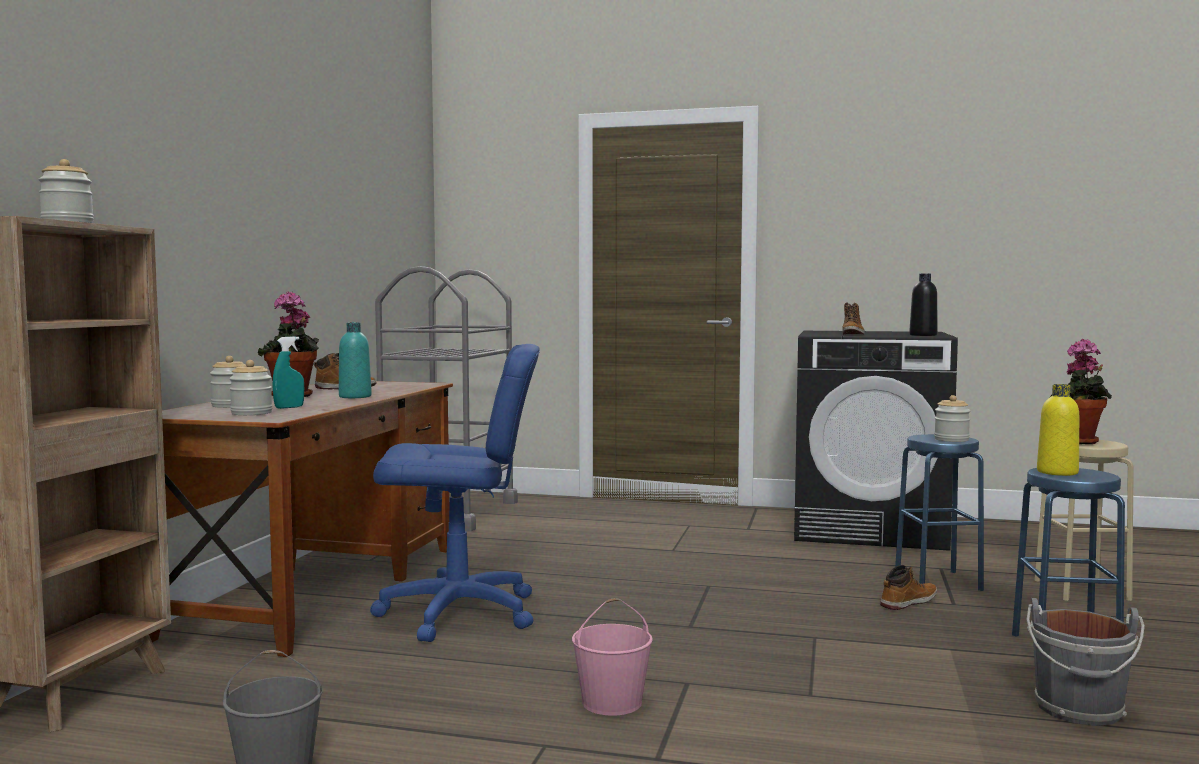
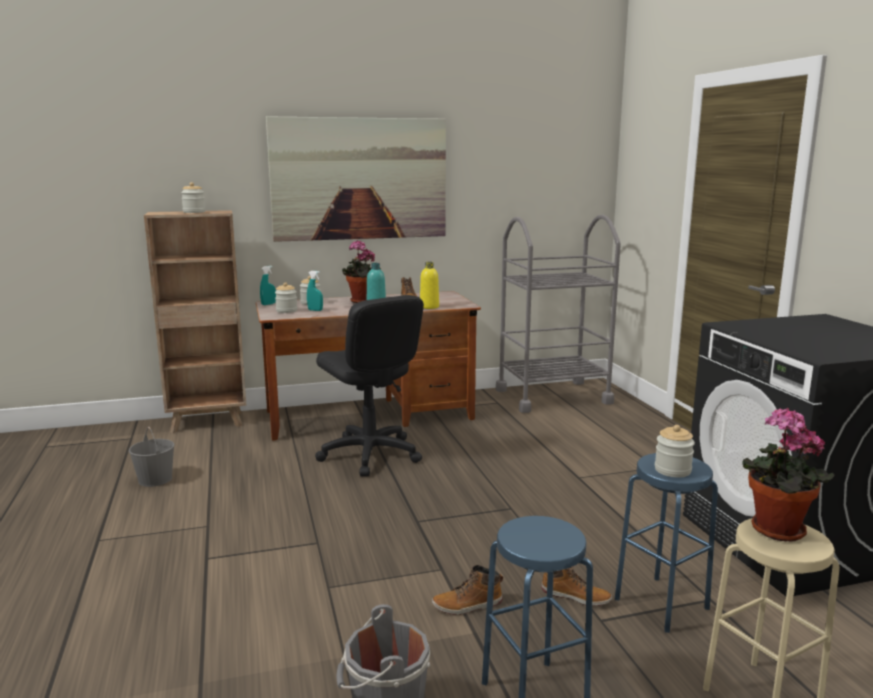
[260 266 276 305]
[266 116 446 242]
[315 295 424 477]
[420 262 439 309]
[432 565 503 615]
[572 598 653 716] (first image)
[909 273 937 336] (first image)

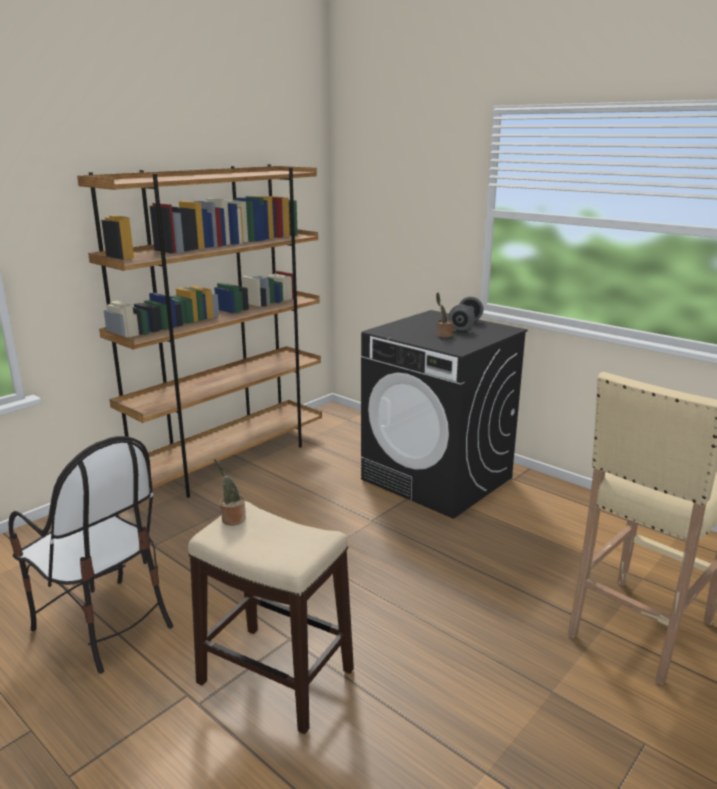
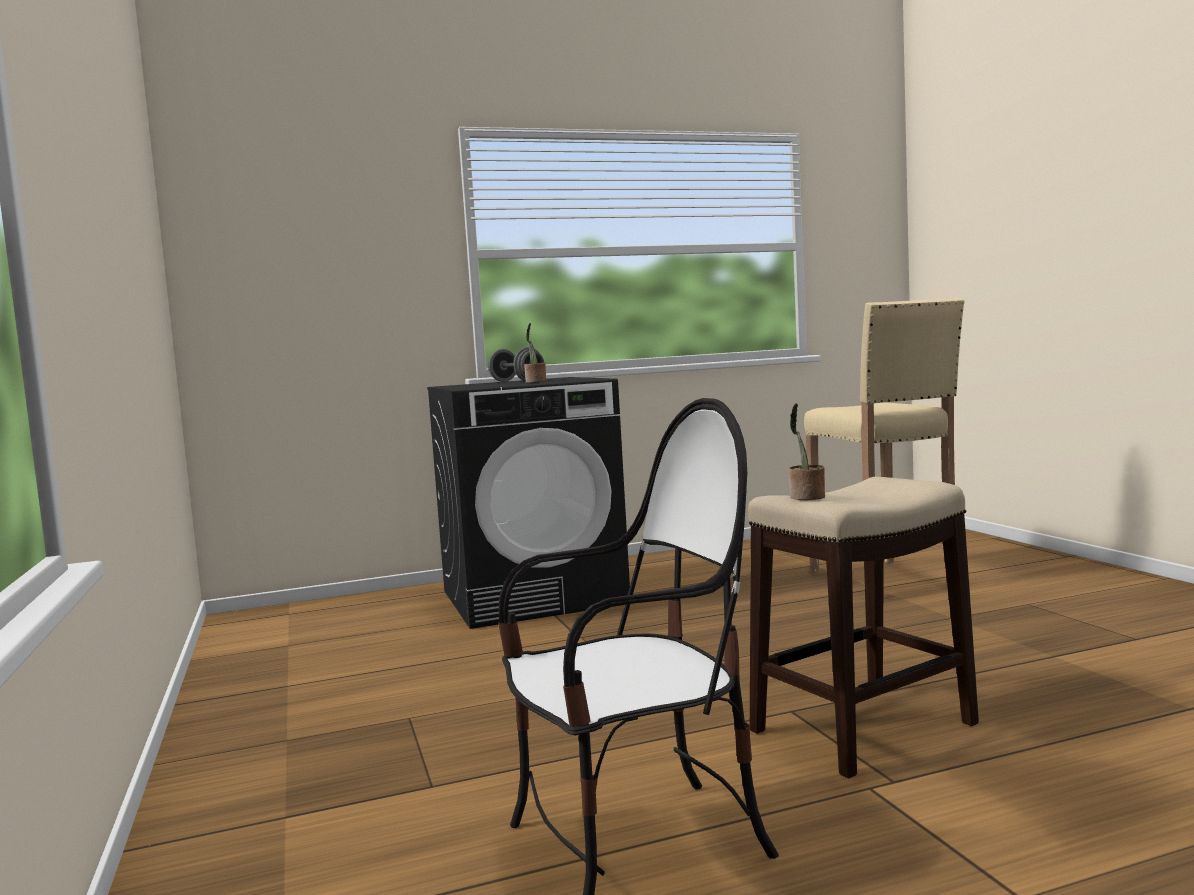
[77 164 322 498] (first image)

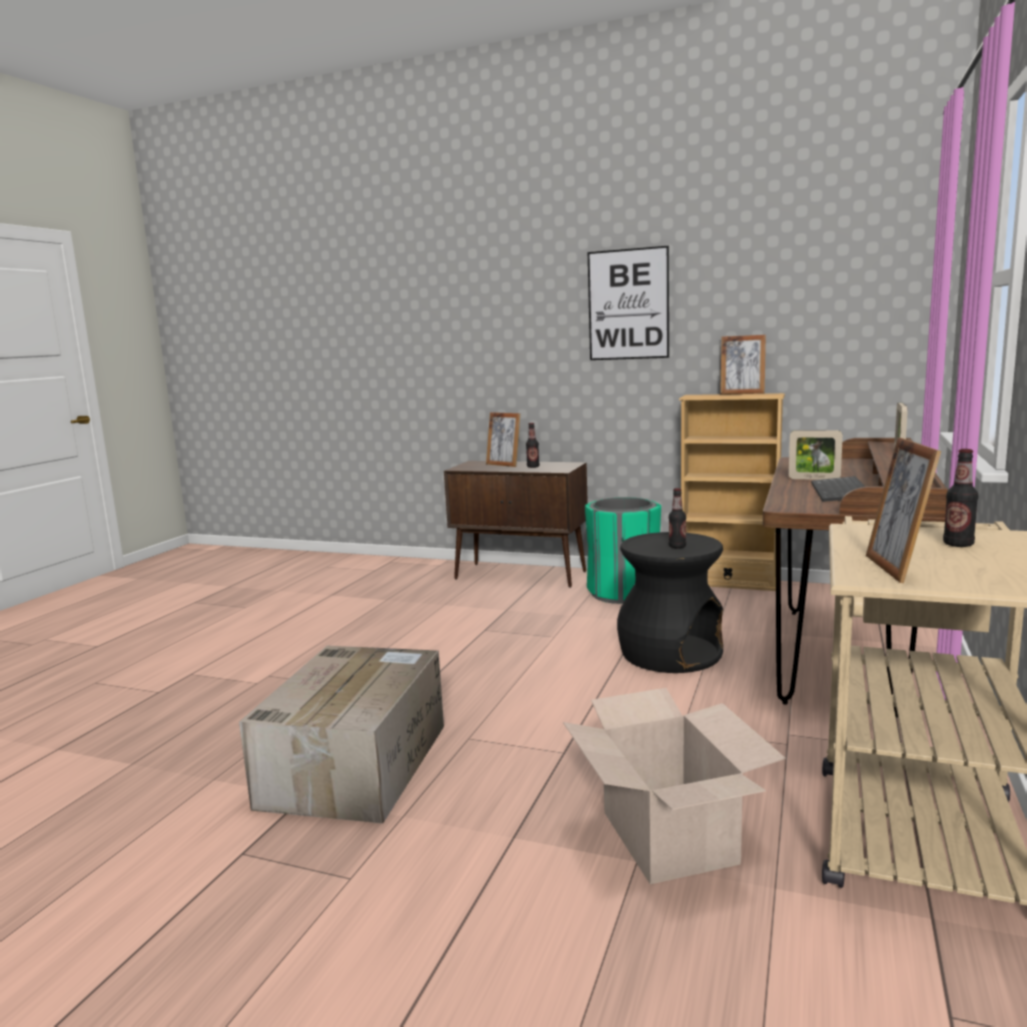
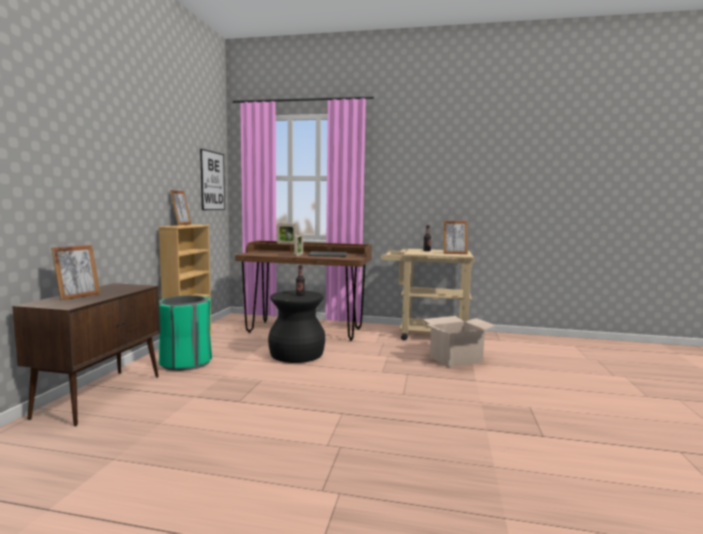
[200 149 225 210]
[239 646 444 824] (first image)
[526 423 539 468] (first image)

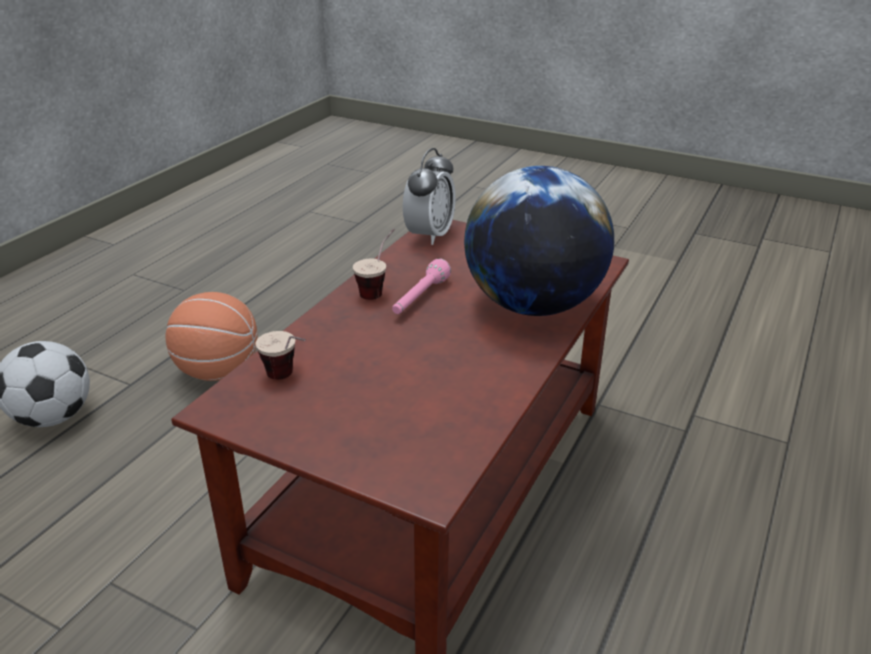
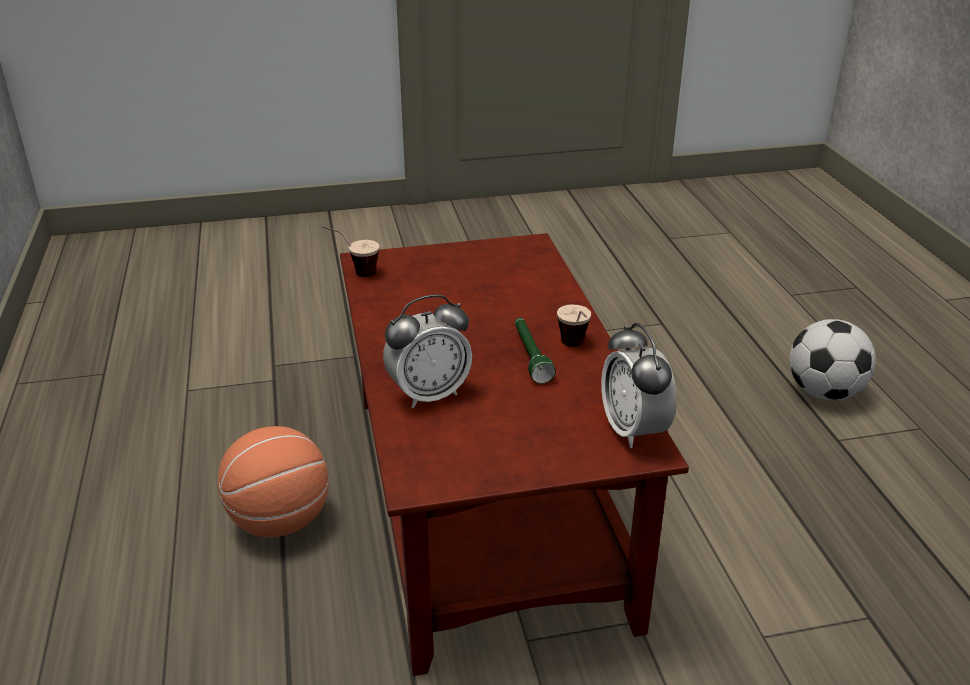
[218 426 329 538]
[322 226 379 277]
[383 295 472 408]
[515 318 556 384]

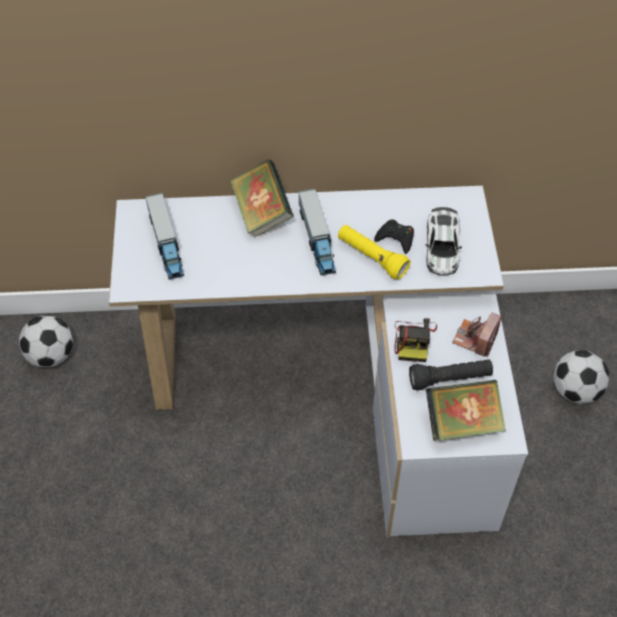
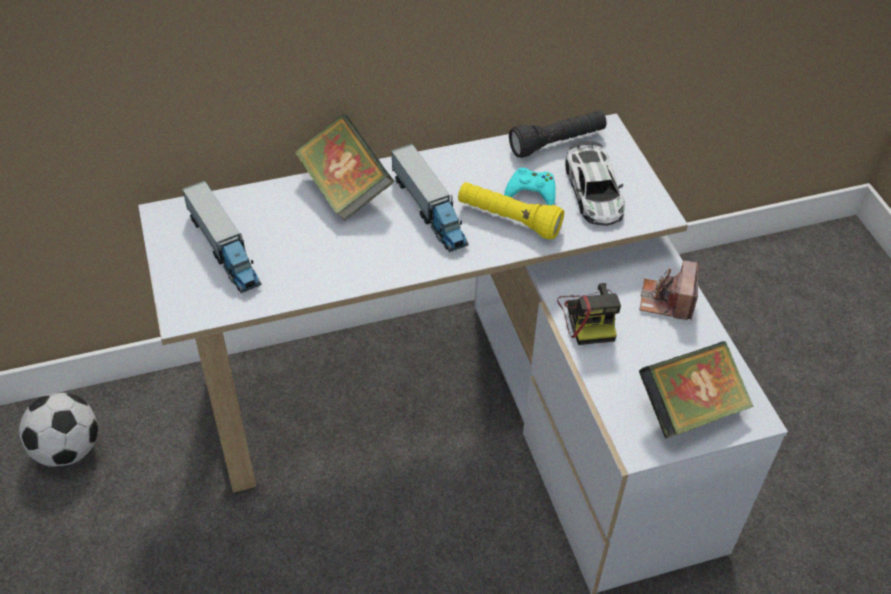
[504 168 556 205]
[509 110 607 158]
[553 350 609 404] (first image)

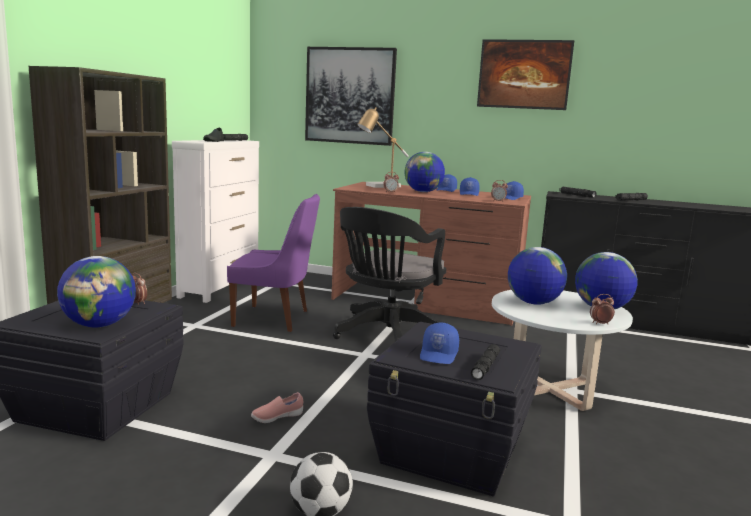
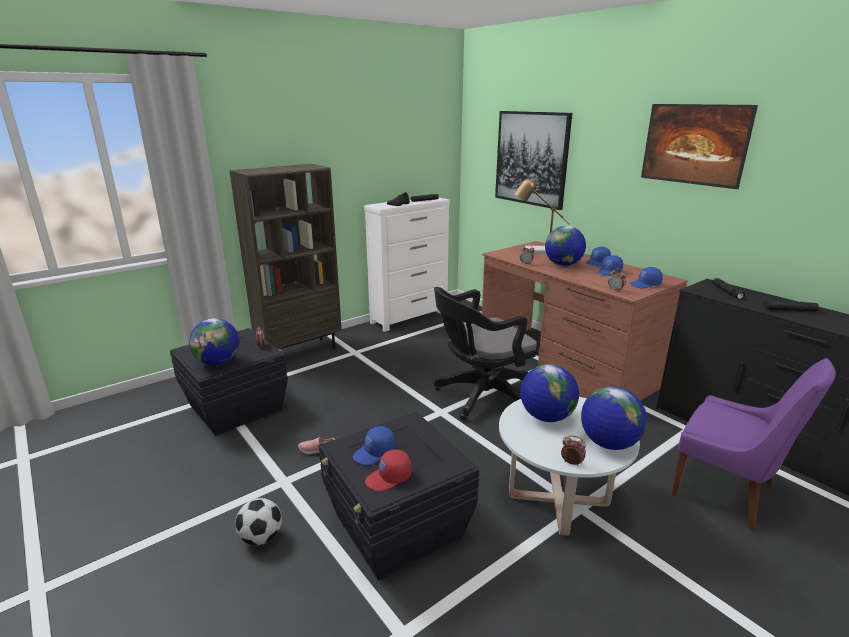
[365 449 412 492]
[672 358 836 531]

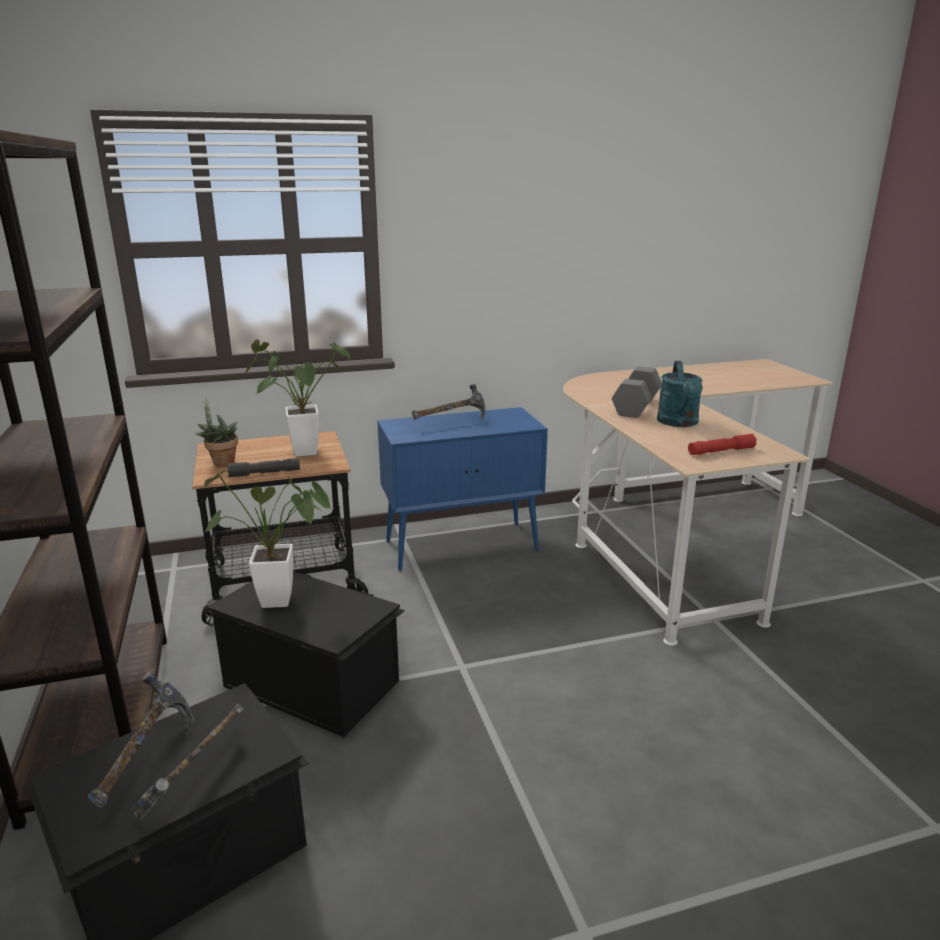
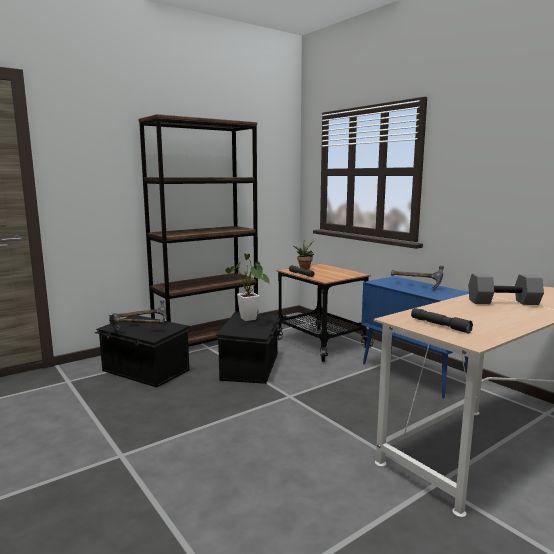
[411 308 473 333]
[244 339 350 456] (first image)
[657 361 703 427] (first image)

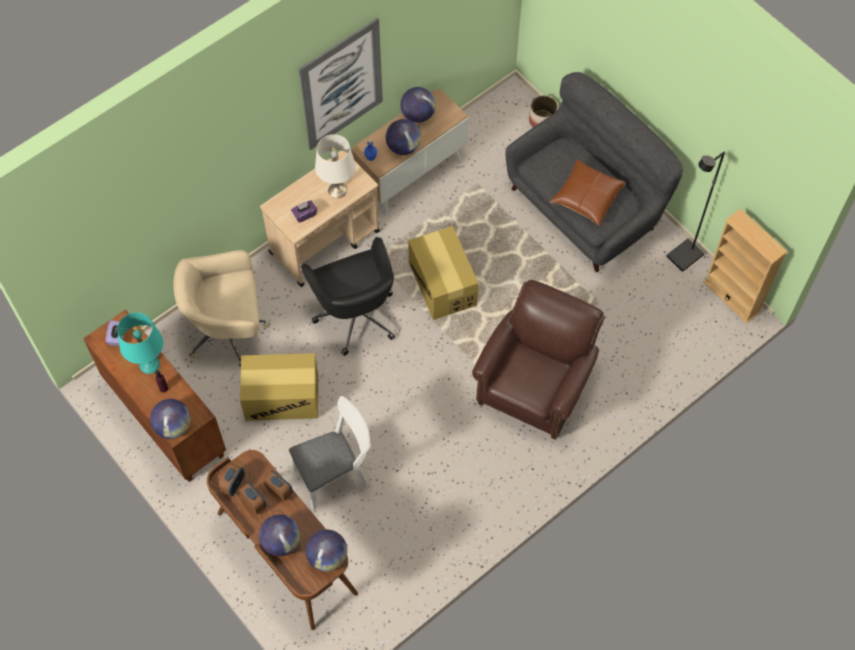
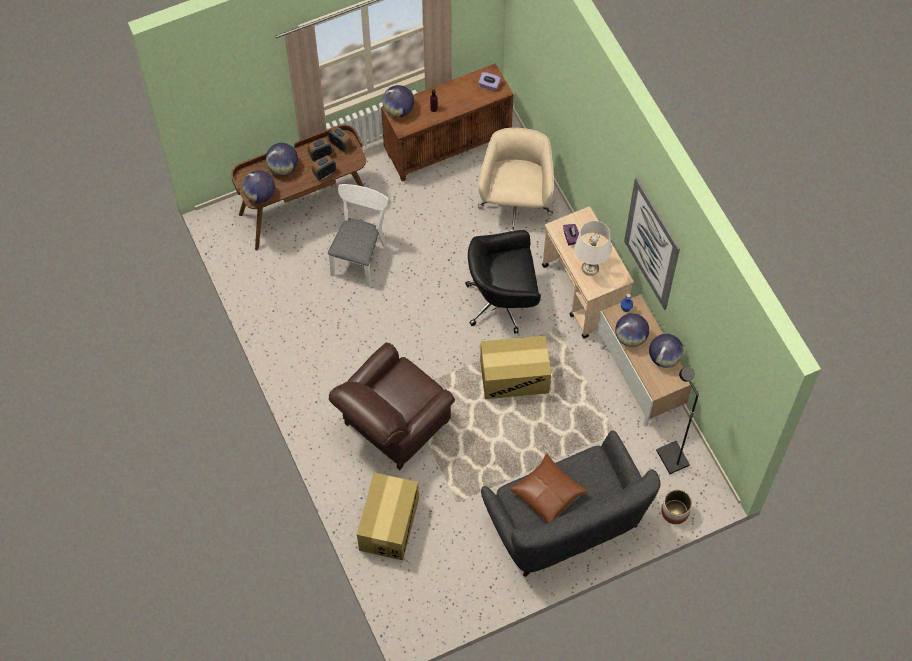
[328 184 388 287]
[328 342 455 470]
[357 473 419 560]
[656 367 699 474]
[117 312 163 374] (first image)
[703 208 788 323] (first image)

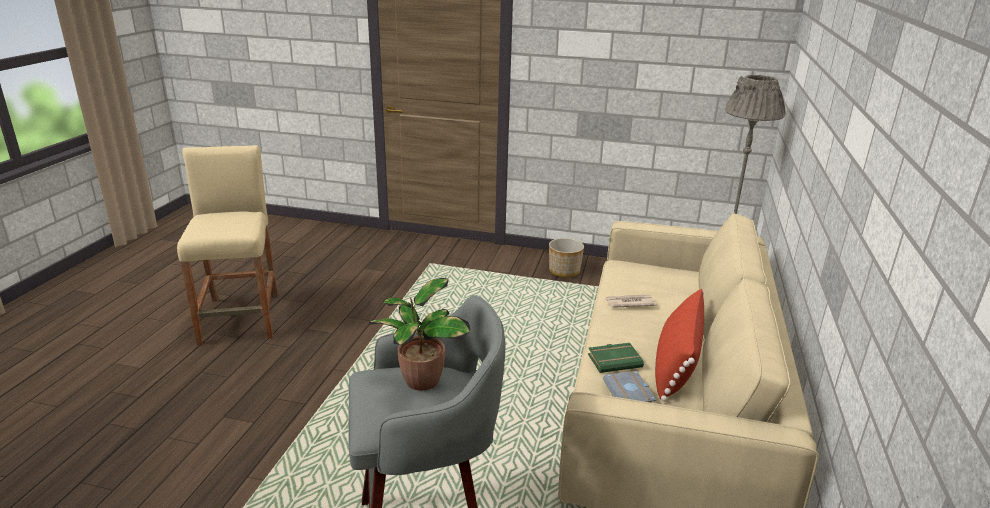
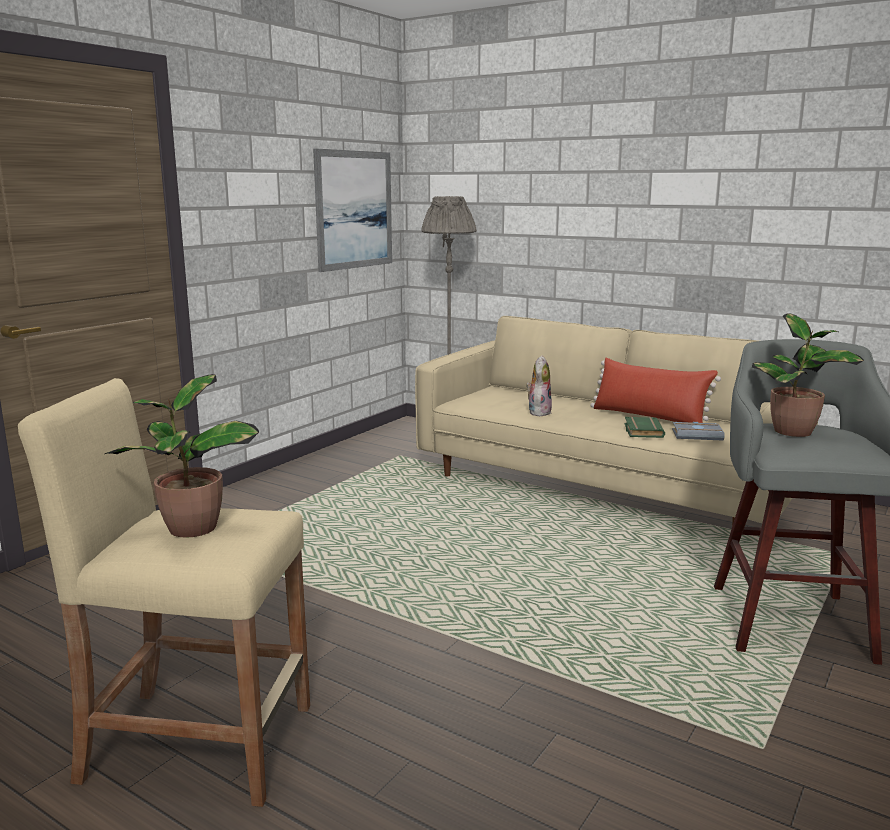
[105 374 259 538]
[313 149 392 272]
[526 356 552 416]
[549 238 584 278] (first image)

